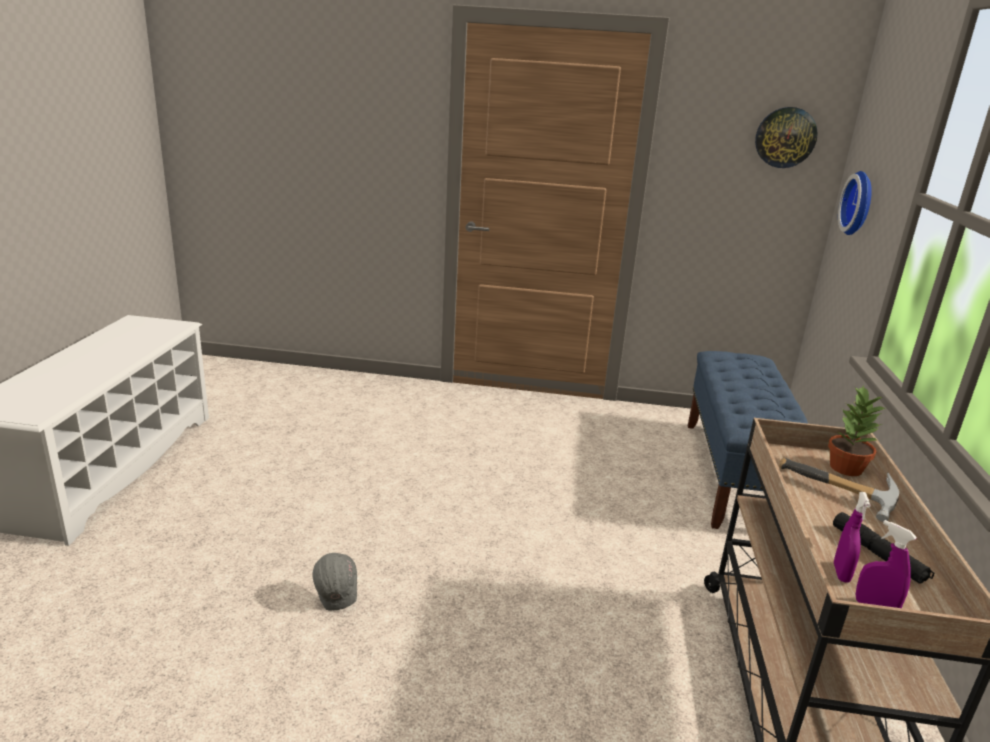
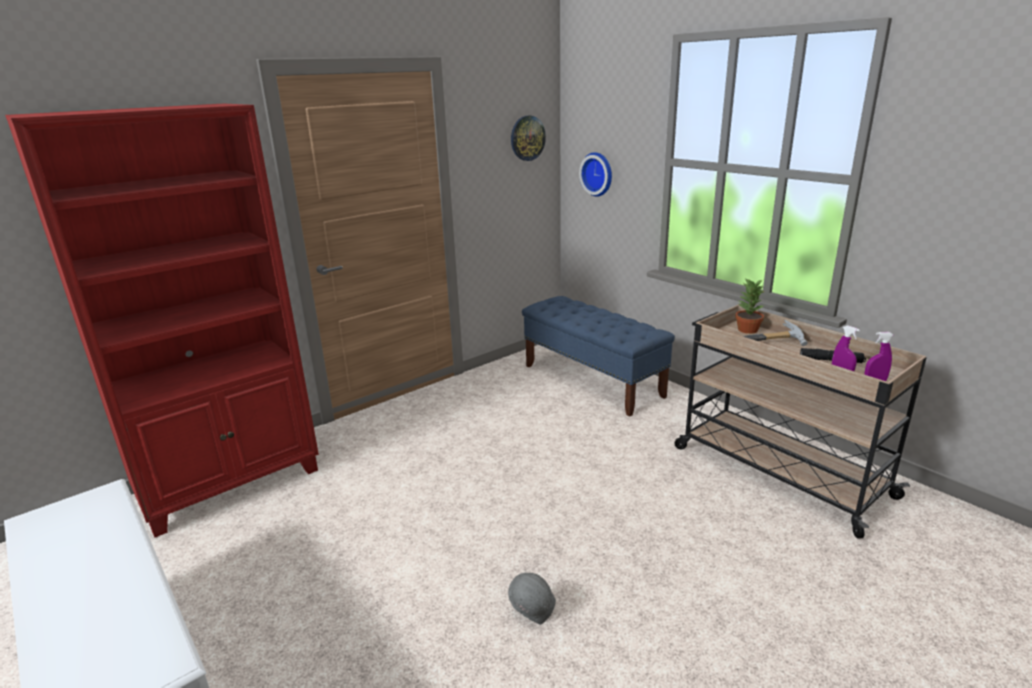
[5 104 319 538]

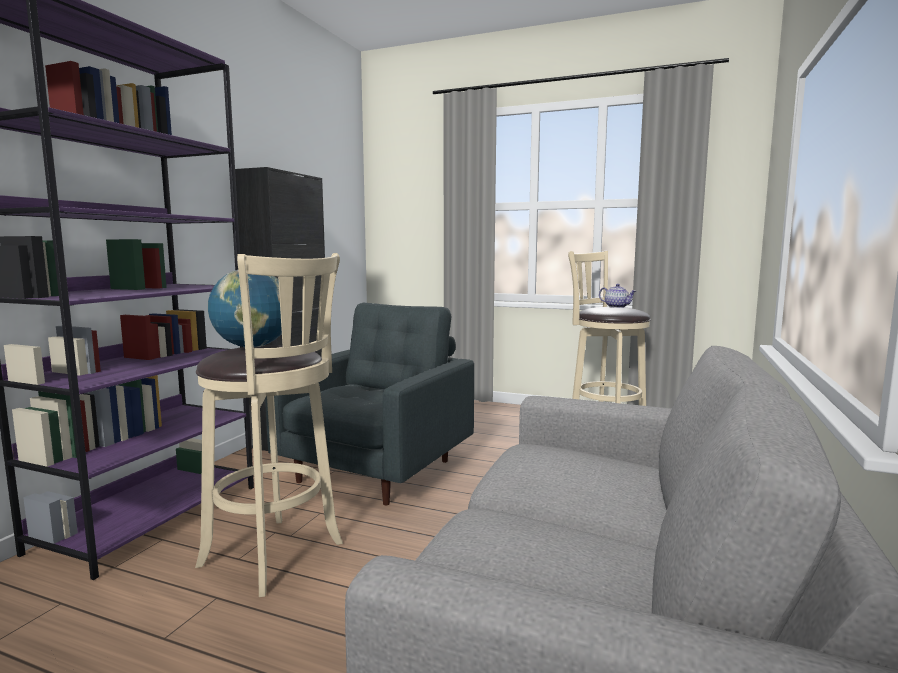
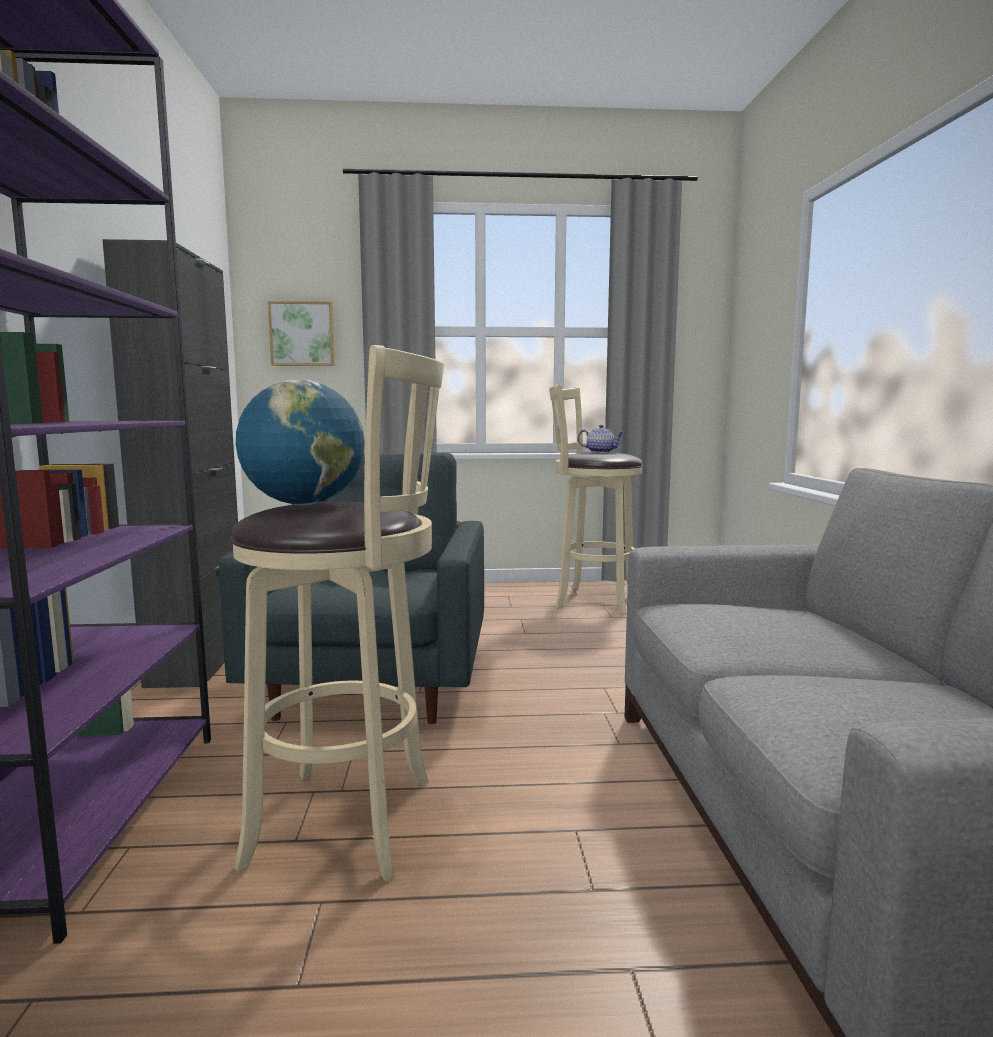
[268 301 335 366]

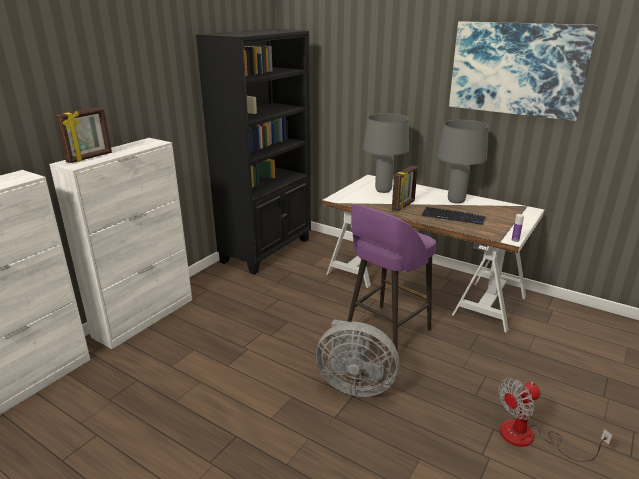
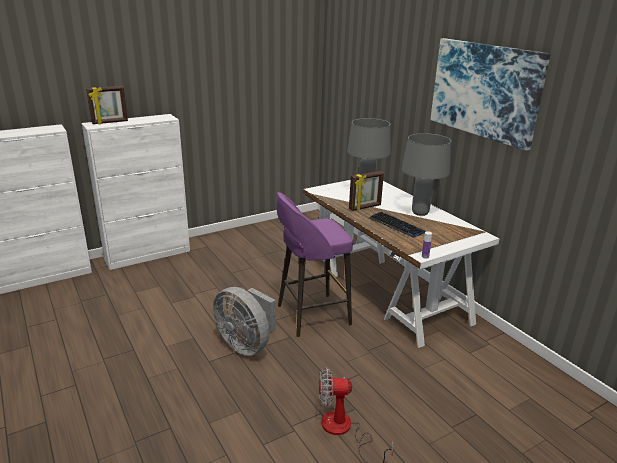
[196 29 311 275] (first image)

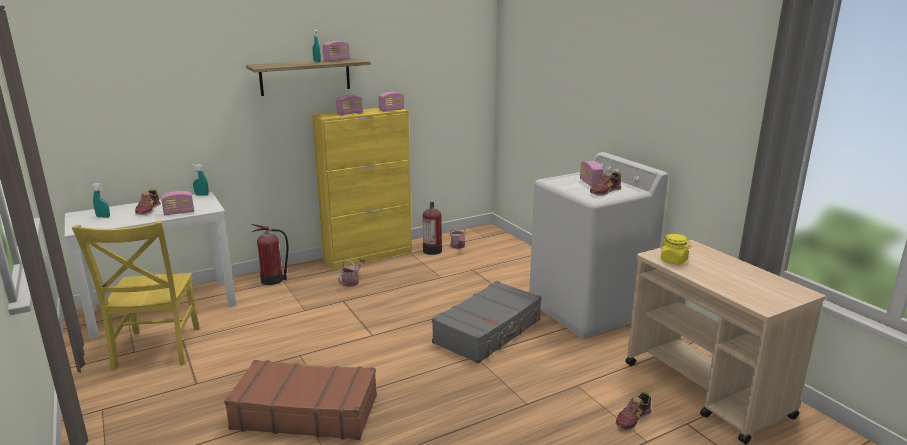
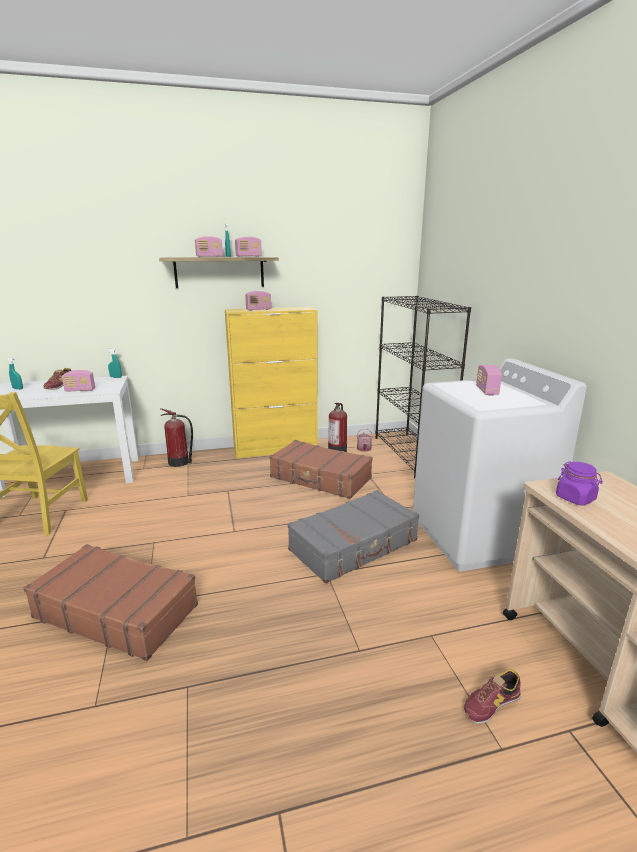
[195 236 223 257]
[269 440 373 499]
[376 296 471 478]
[556 461 603 506]
[338 258 366 287] (first image)
[590 171 621 196] (first image)

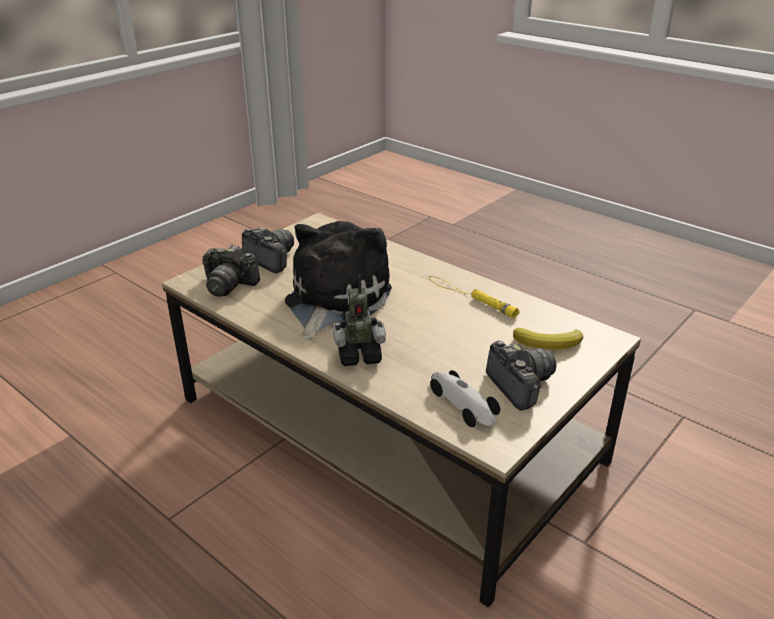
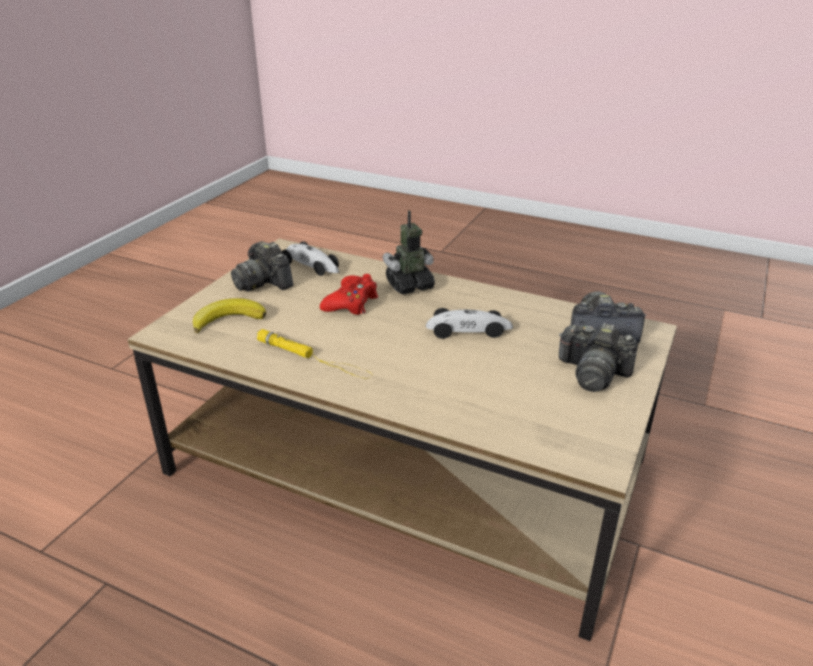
[320 274 378 315]
[426 308 513 339]

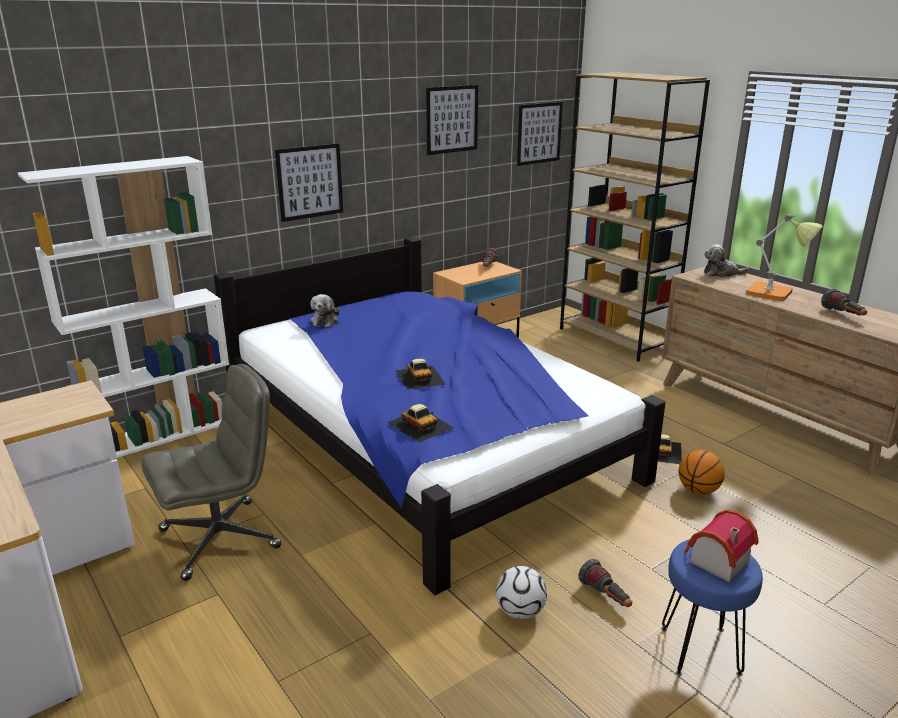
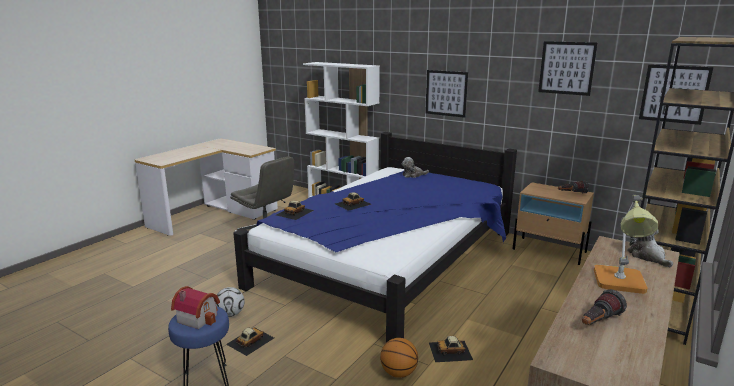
[226 327 274 356]

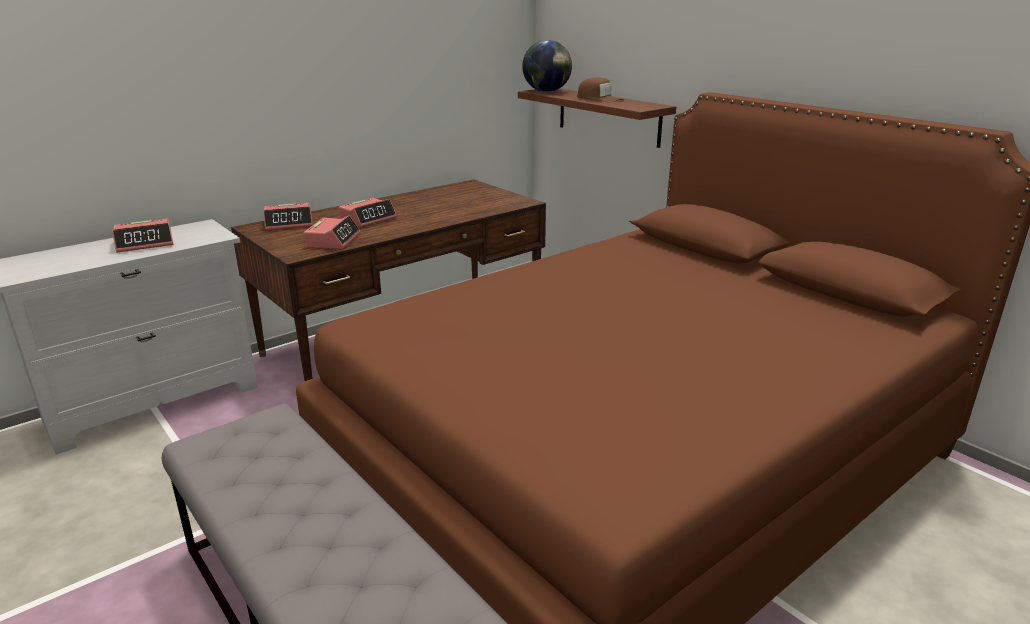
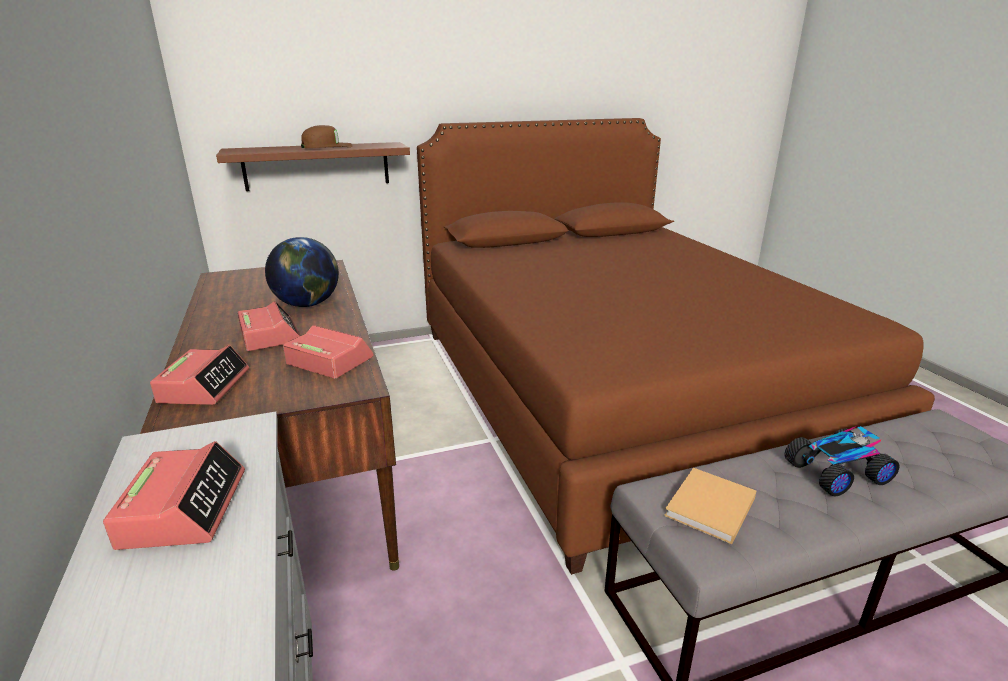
[265 237 339 307]
[664 468 756 544]
[784 425 899 496]

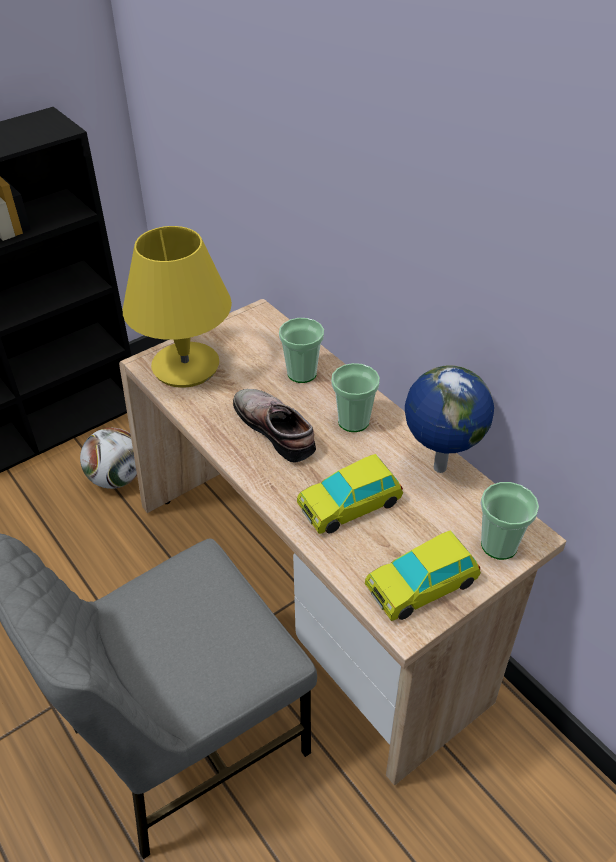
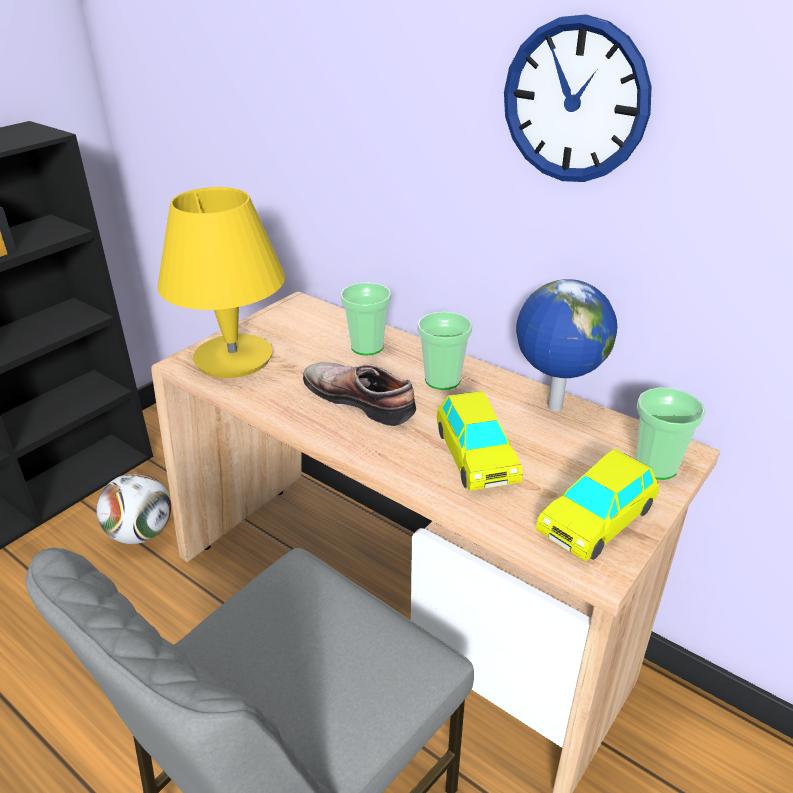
[437 391 522 491]
[504 14 652 182]

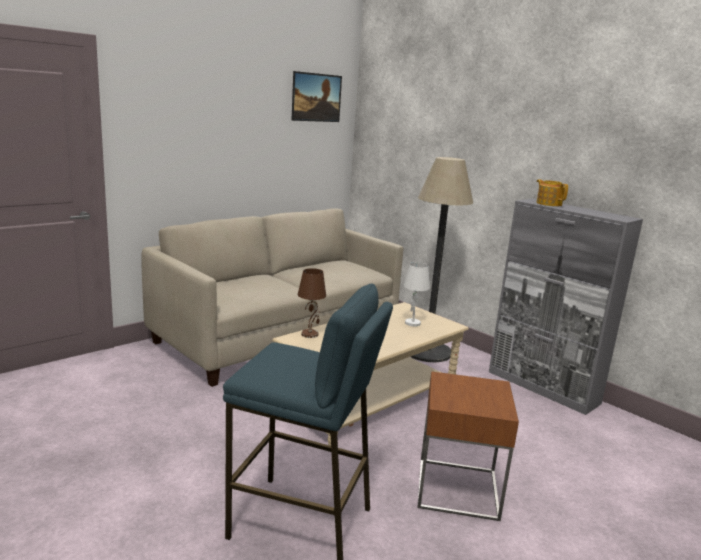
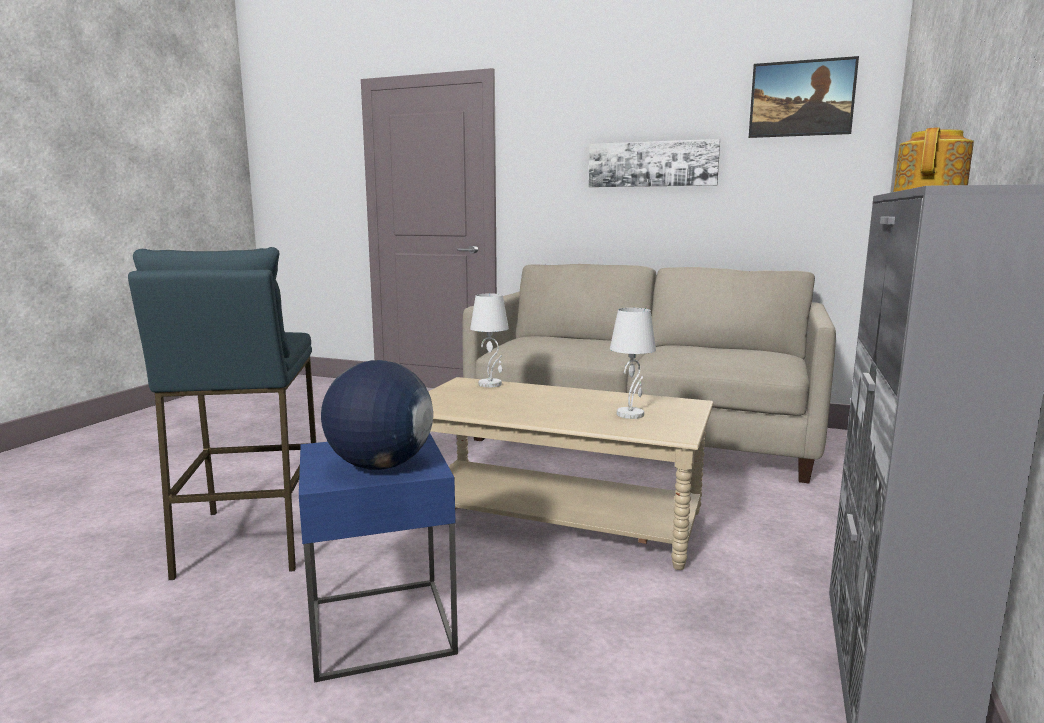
[299 433 458 683]
[321 360 433 470]
[470 293 509 387]
[589 139 720 187]
[411 157 473 362] (first image)

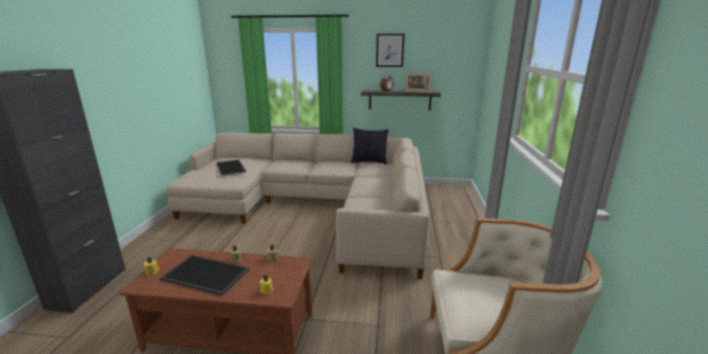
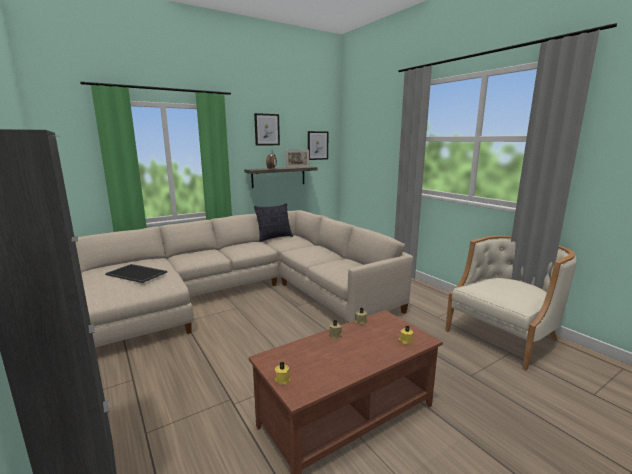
[308 131 328 160]
[160 255 250 296] (first image)

